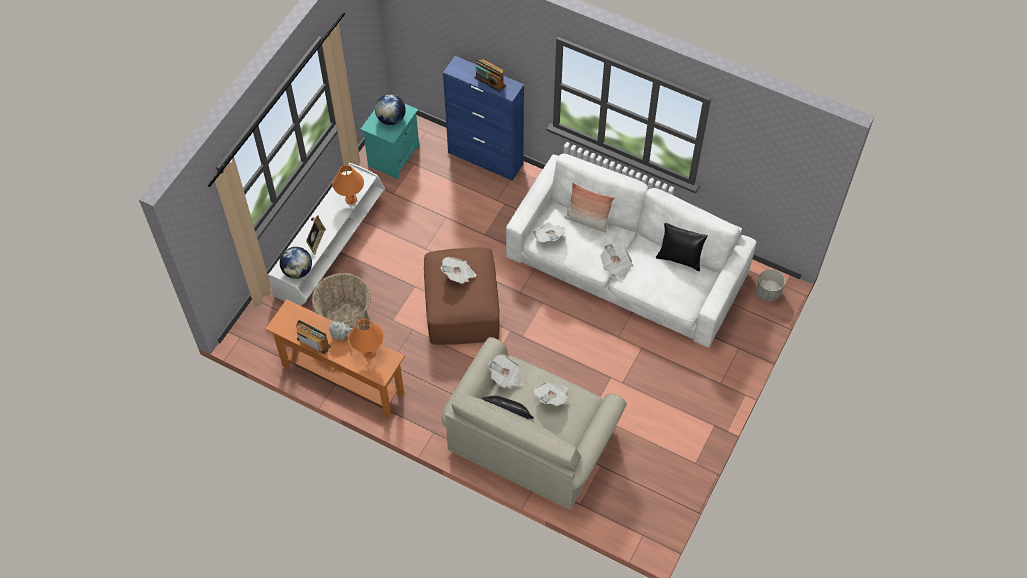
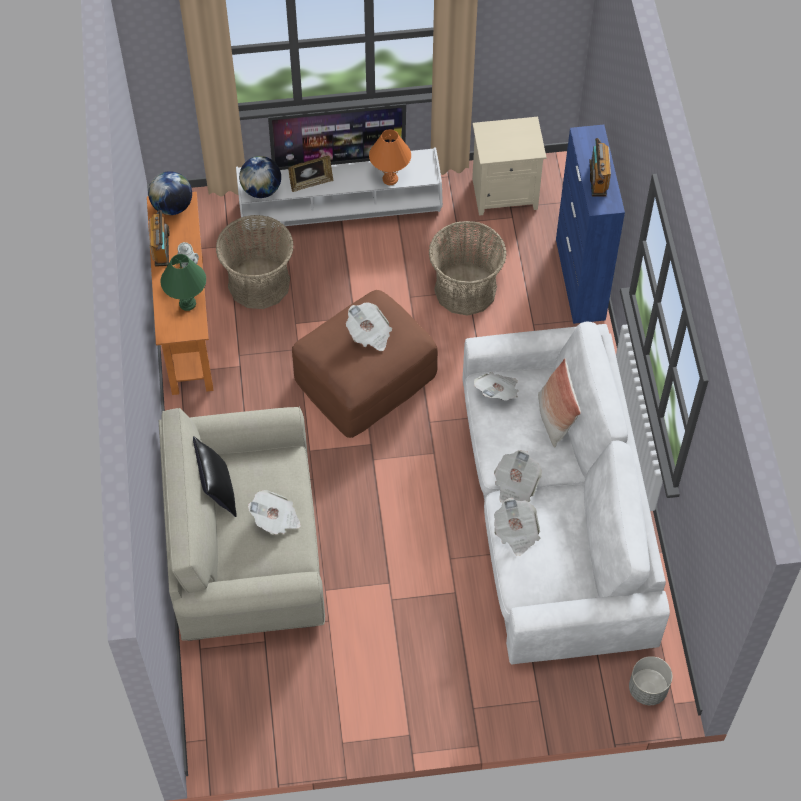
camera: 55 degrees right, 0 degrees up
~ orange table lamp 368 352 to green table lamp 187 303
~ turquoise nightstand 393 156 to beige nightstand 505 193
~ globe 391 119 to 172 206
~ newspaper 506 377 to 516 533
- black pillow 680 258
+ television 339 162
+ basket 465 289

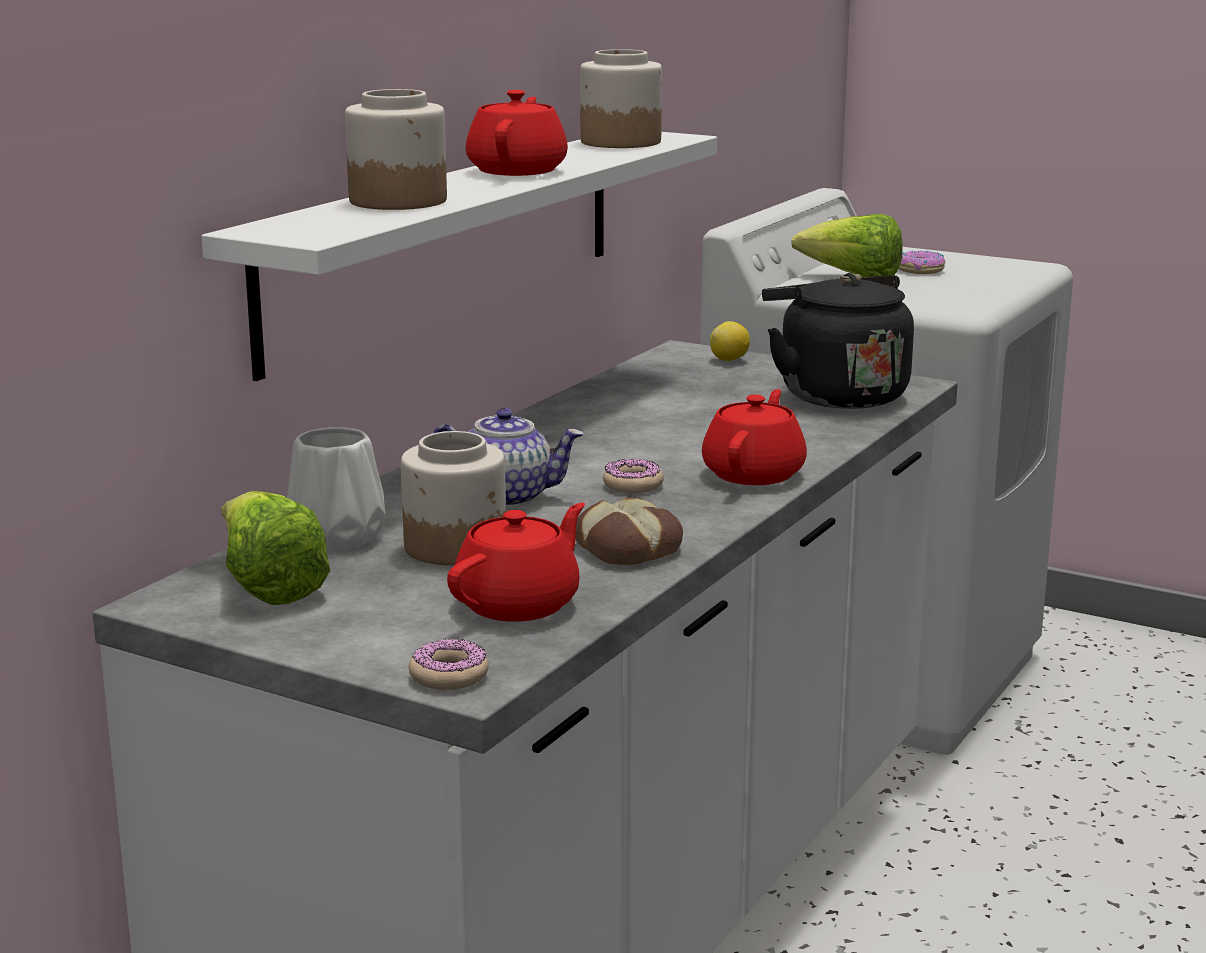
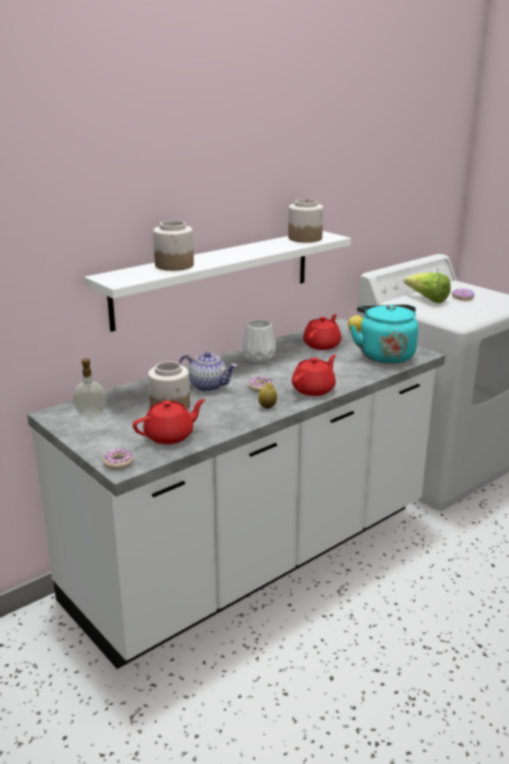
camera: 20 degrees right, 5 degrees up
~ lettuce 268 587 to soap dispenser 91 413
~ white vase 336 536 to 259 357
~ red teapot 518 170 to 322 345
- bread 629 547
~ black kettle 837 395 to turquoise kettle 385 355
+ lemon 267 407

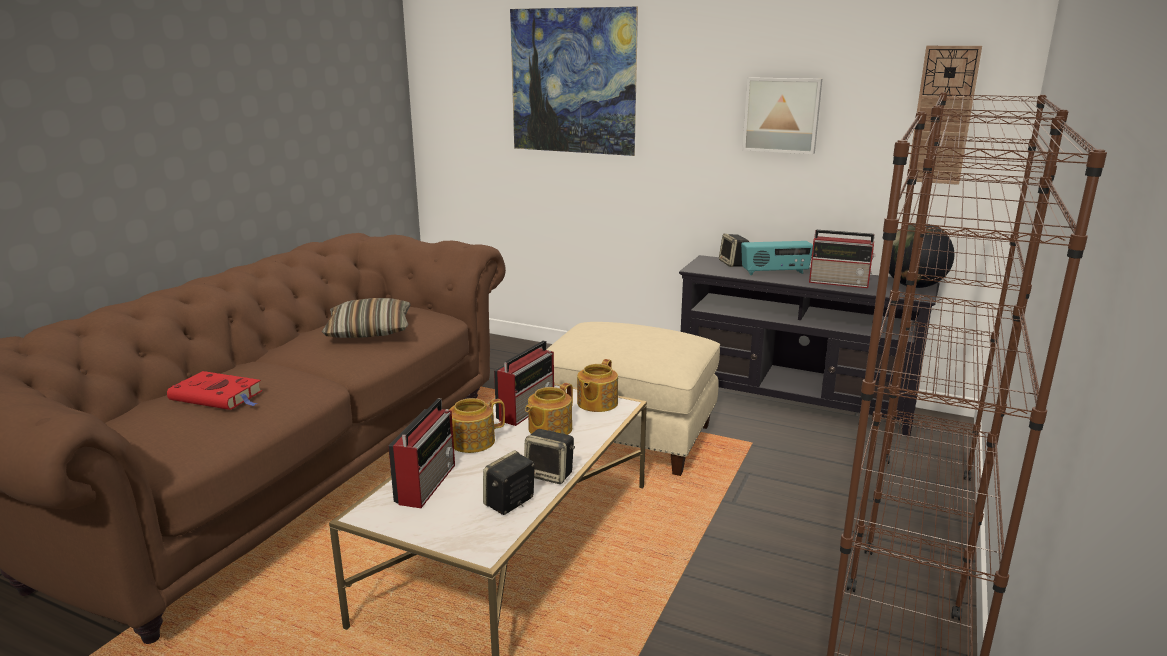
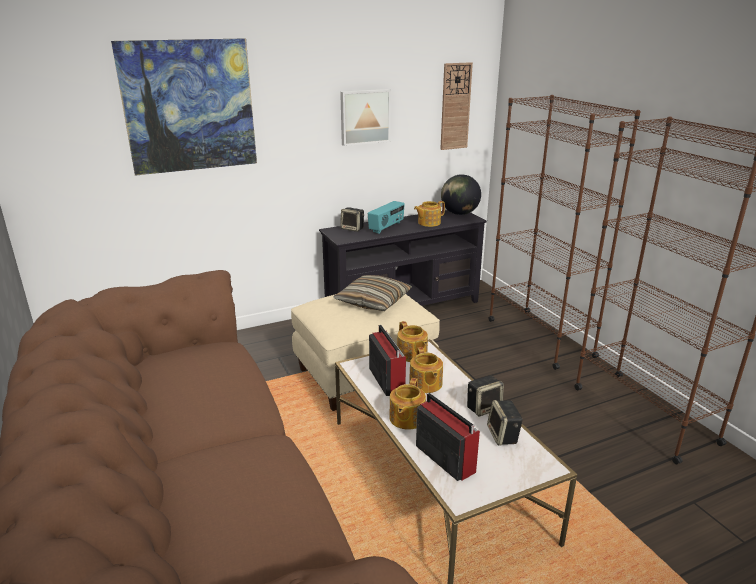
camera: 50 degrees left, 5 degrees up
- red book 219 396
~ pillow 369 331 to 373 301
~ radio 840 283 to teapot 428 223

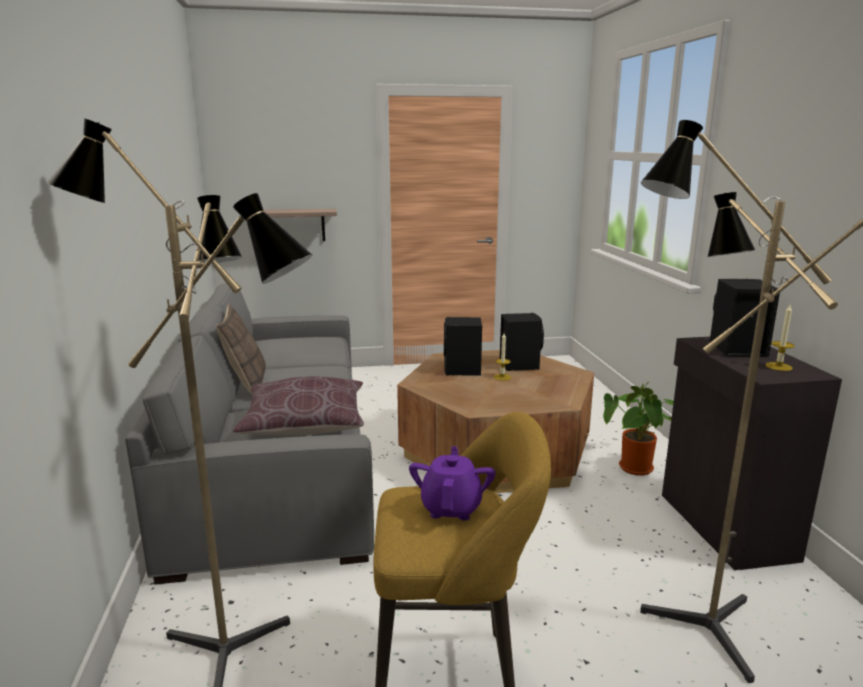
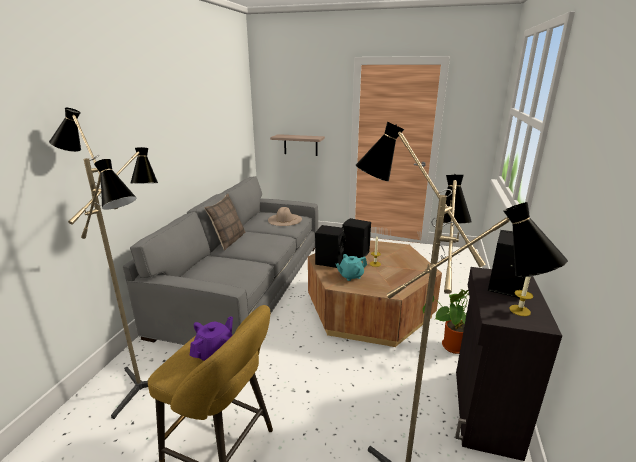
camera: 25 degrees right, 5 degrees up
- brown pillow 305 424
~ black speaker 519 365 to 330 261
+ beige hat 284 219
+ turquoise teapot 350 276

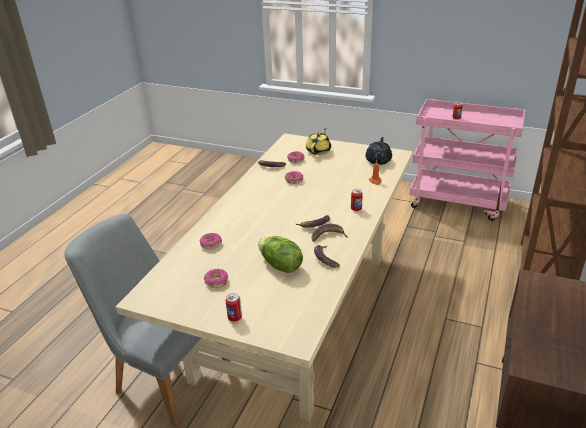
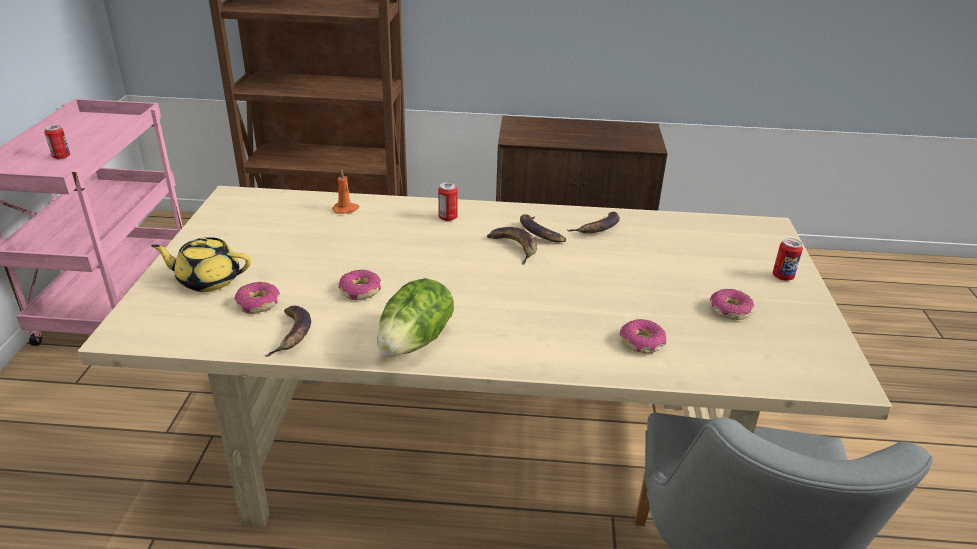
camera: 110 degrees left, 0 degrees up
~ lettuce 280 265 to 416 341
- black teapot 378 160

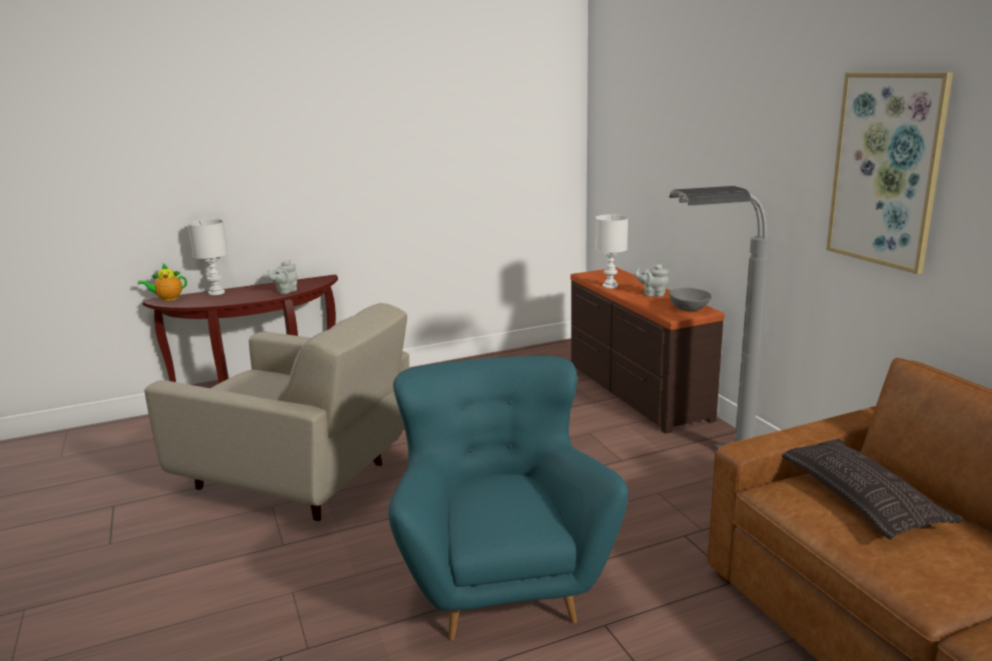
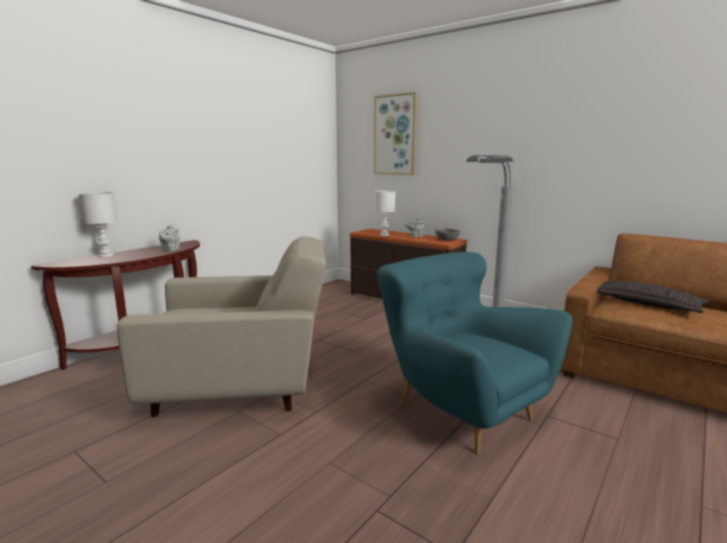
camera: 30 degrees left, 5 degrees down
- teapot 167 299
~ picture 886 170 to 395 135

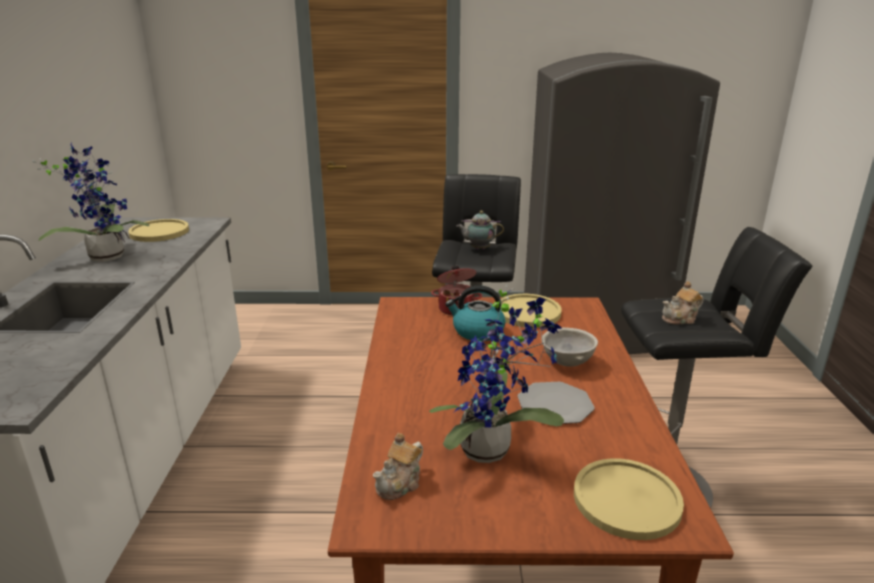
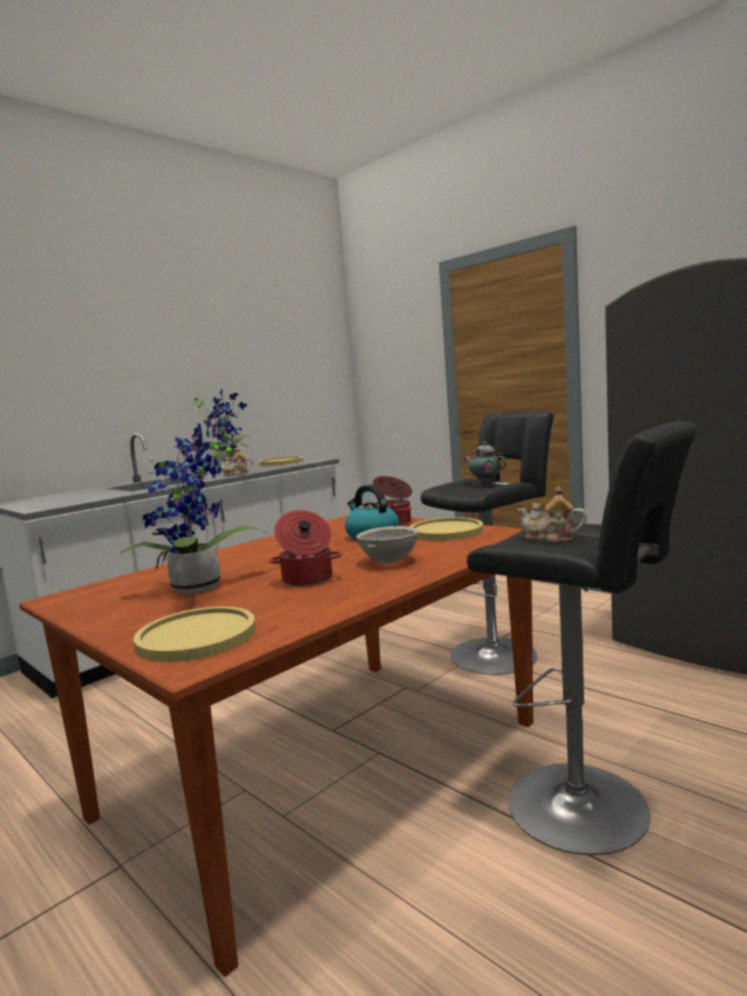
camera: 45 degrees right, 15 degrees down
~ teapot 400 484 to 236 474
~ plate 555 405 to cooking pot 307 580

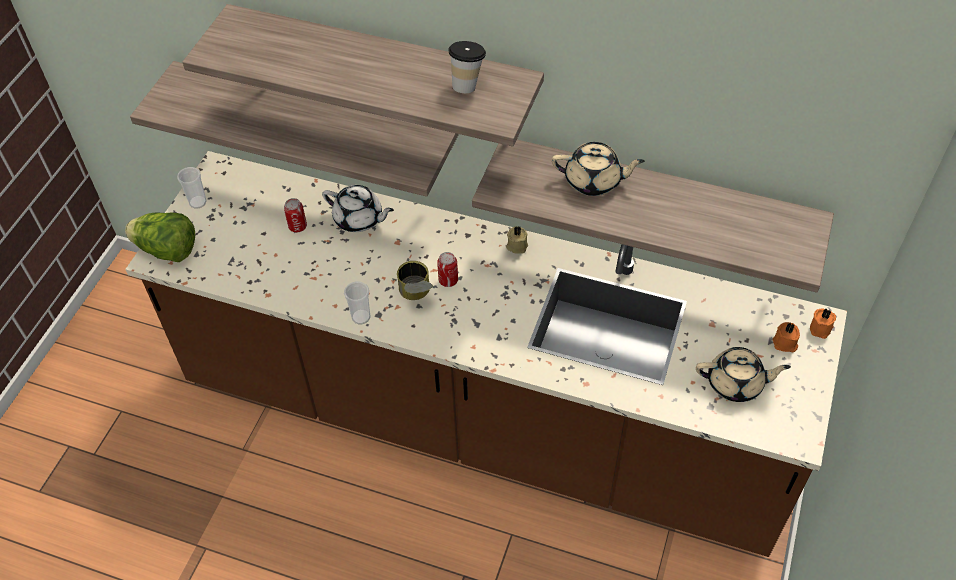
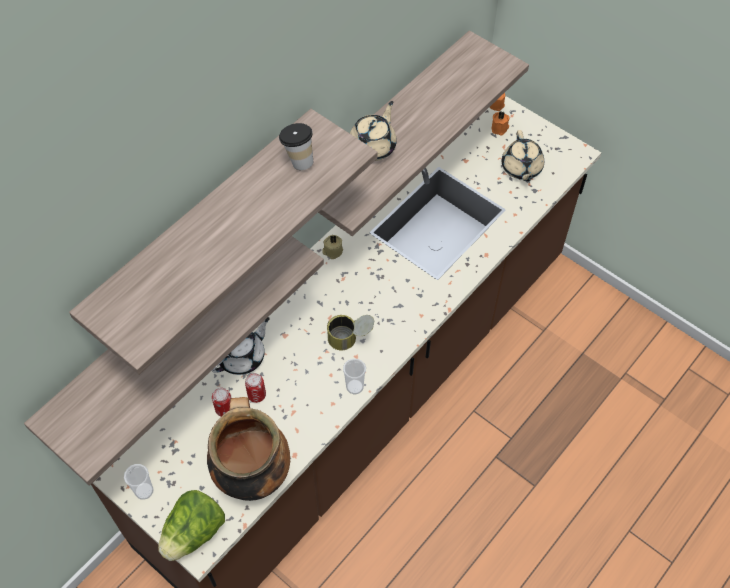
camera: 70 degrees left, 5 degrees up
~ can 448 280 to 257 395
~ beige teapot 736 383 = 521 168 150 degrees clockwise
+ cooking pot 252 473

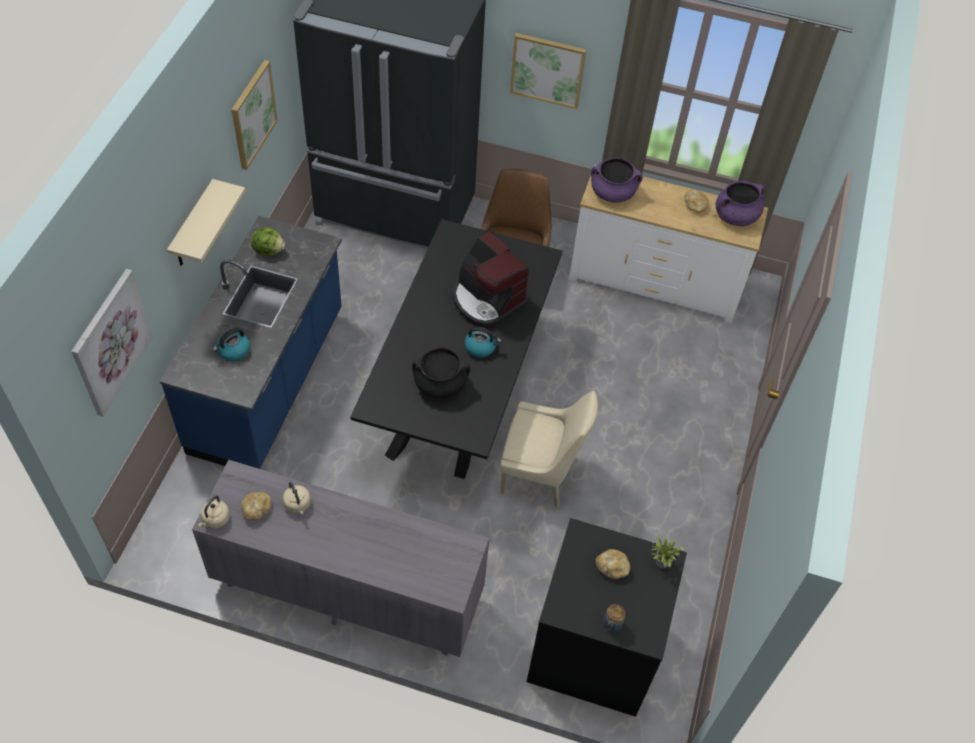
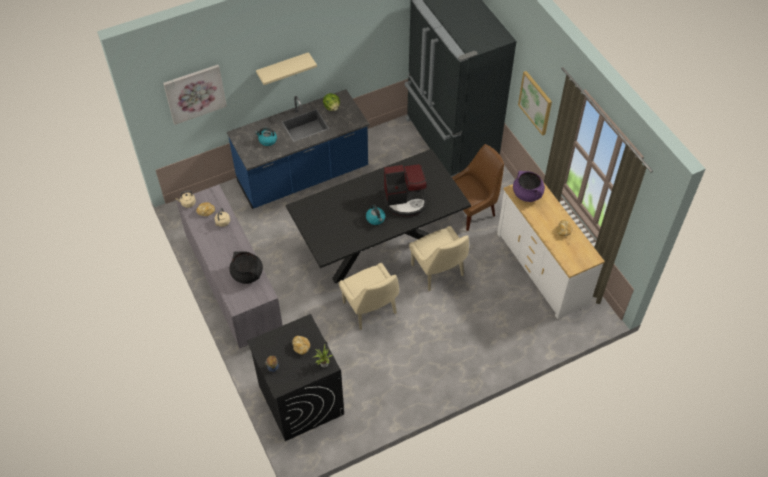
camera: 50 degrees right, 0 degrees up
- picture 253 114
~ black cooking pot 440 384 to 247 274
~ coffee machine 487 300 = 405 200 105 degrees counterclockwise
- purple cooking pot 735 217
+ beige chair 438 271

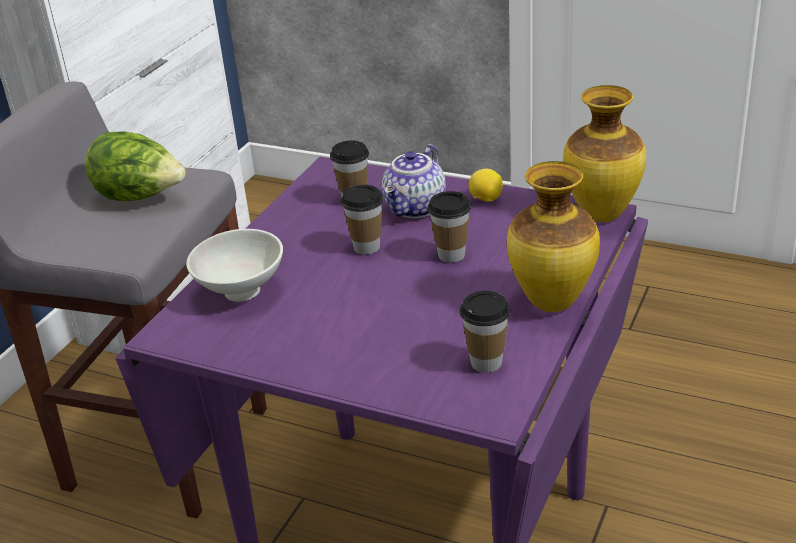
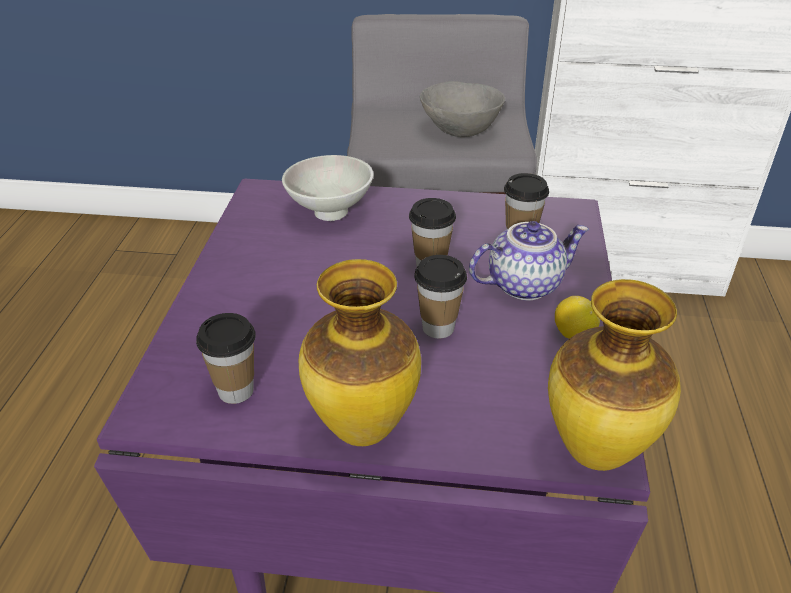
camera: 70 degrees right, 5 degrees up
~ lettuce 141 197 to grey bowl 461 129
~ teapot 416 208 = 524 284 150 degrees clockwise

